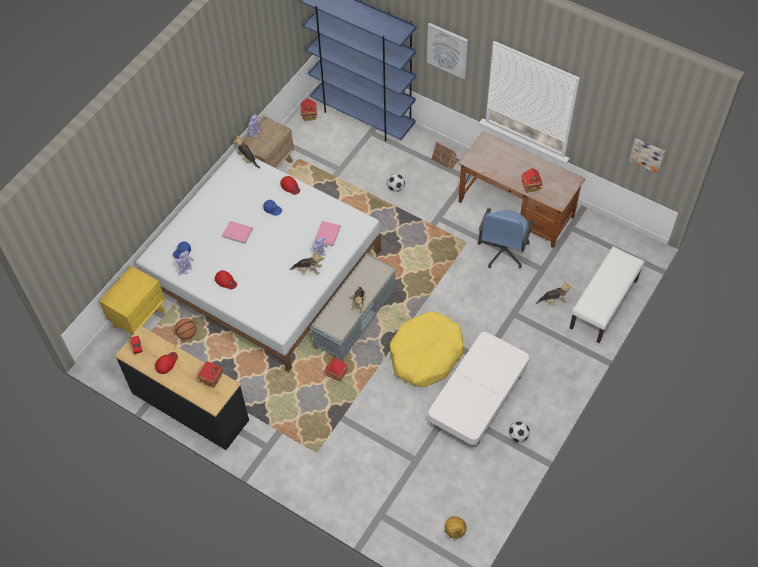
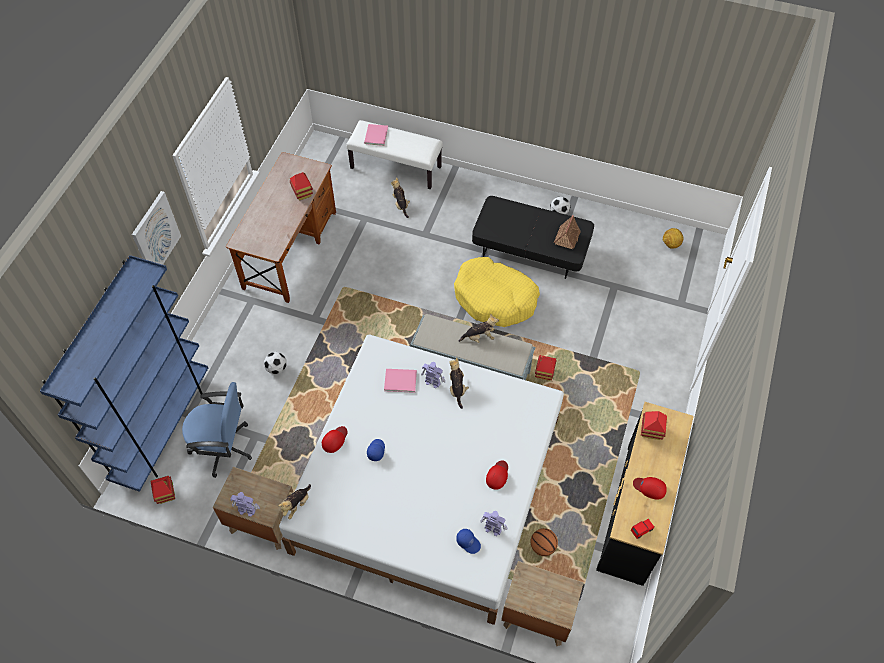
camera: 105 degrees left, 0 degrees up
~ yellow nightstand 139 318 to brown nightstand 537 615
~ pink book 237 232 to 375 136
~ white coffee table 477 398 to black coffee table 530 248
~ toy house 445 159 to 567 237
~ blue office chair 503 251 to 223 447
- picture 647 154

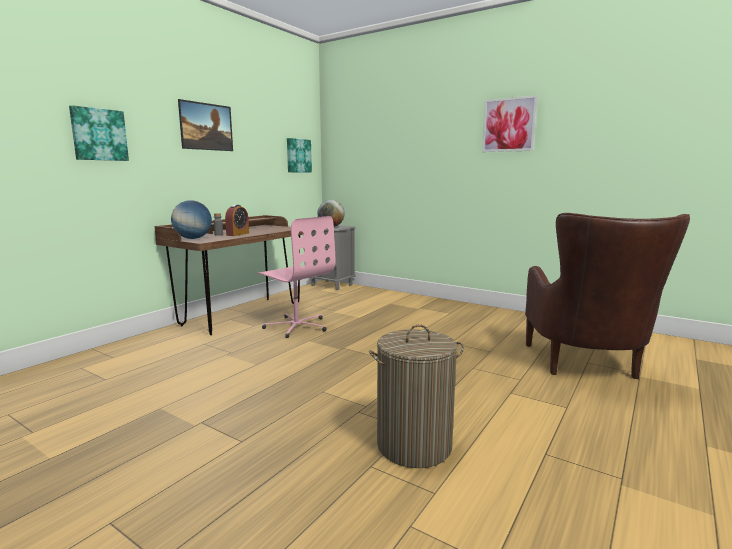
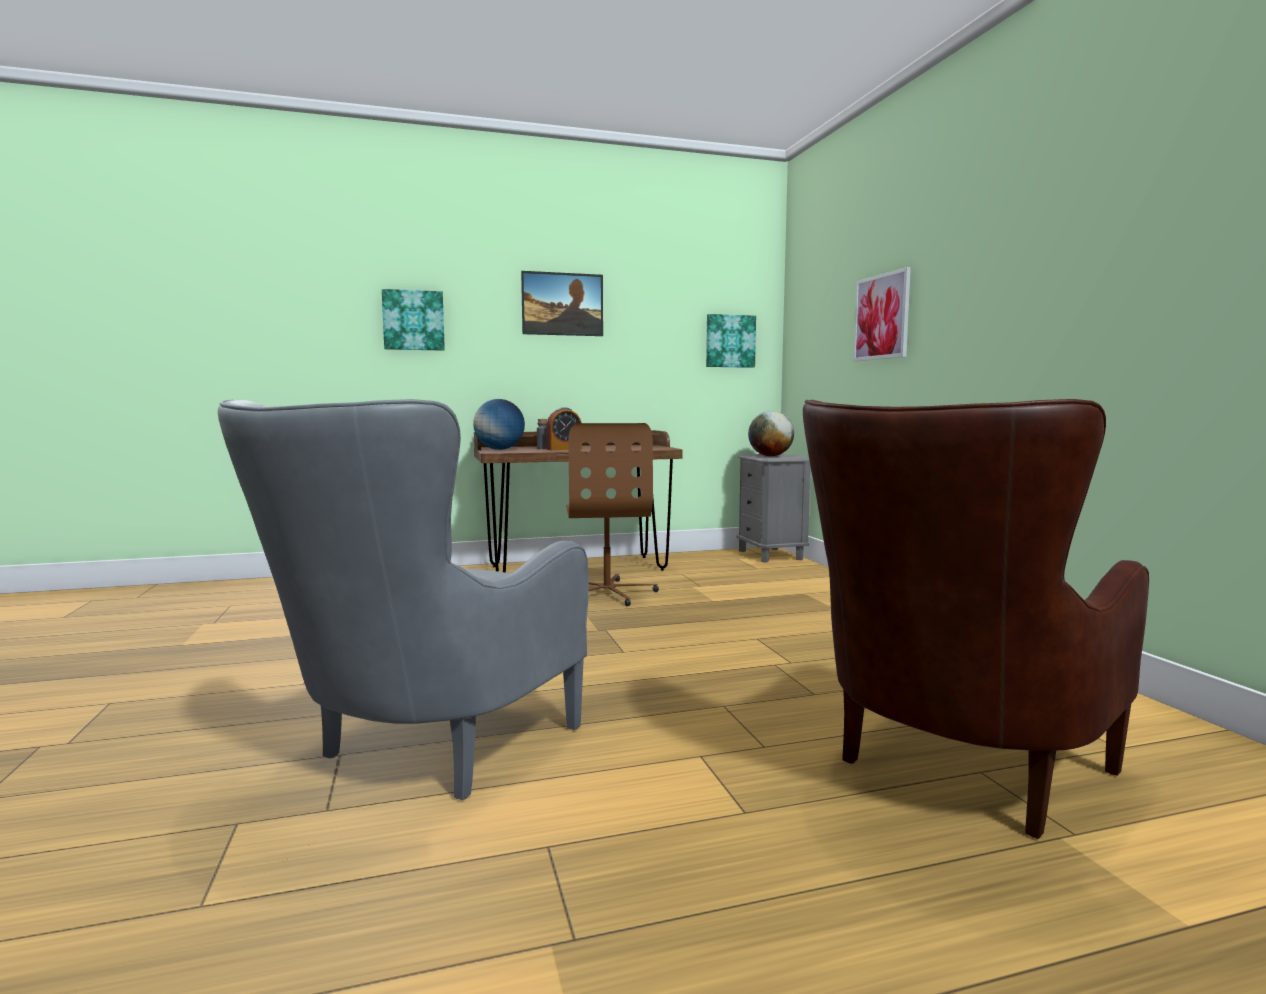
camera: 40 degrees right, 5 degrees down
~ pink office chair 297 326 to brown office chair 608 593
~ laundry basket 414 445 to grey armchair 424 756
~ picture 509 125 to 881 317

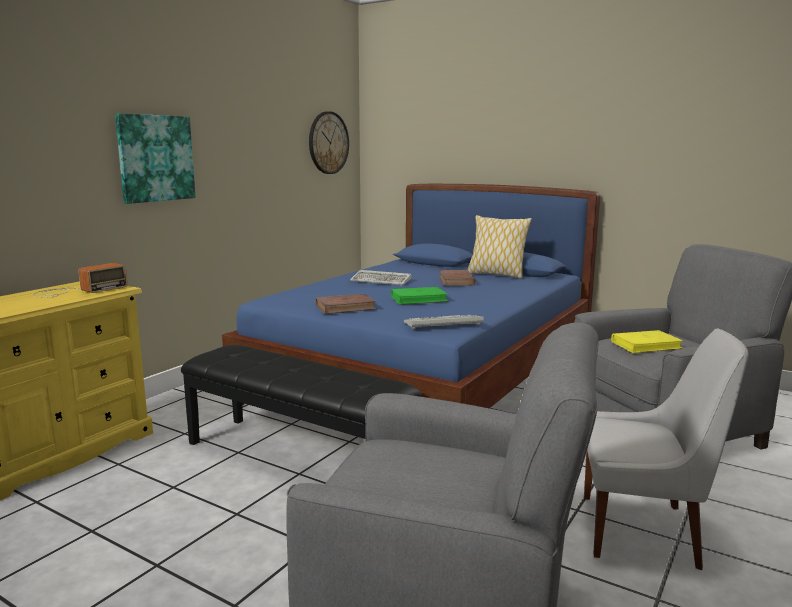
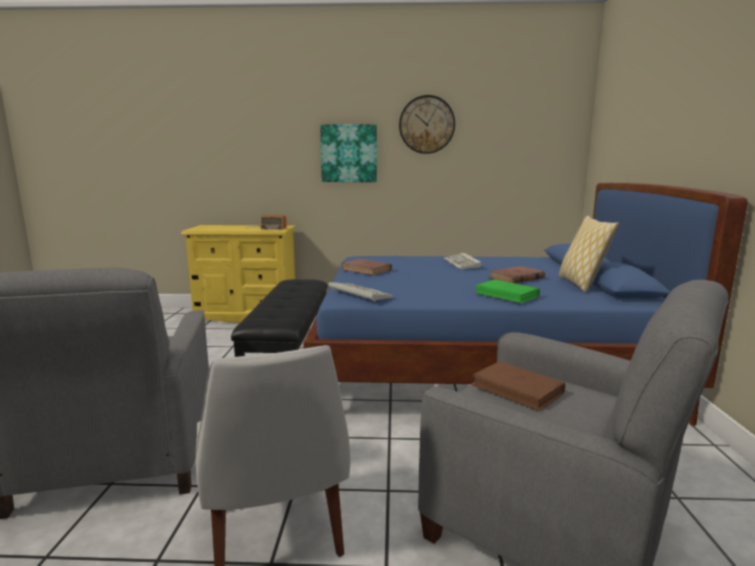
camera: 60 degrees right, 0 degrees up
~ wall clock 328 143 to 426 125
~ green book 419 299 to 507 294
~ yellow book 646 345 to brown book 518 389

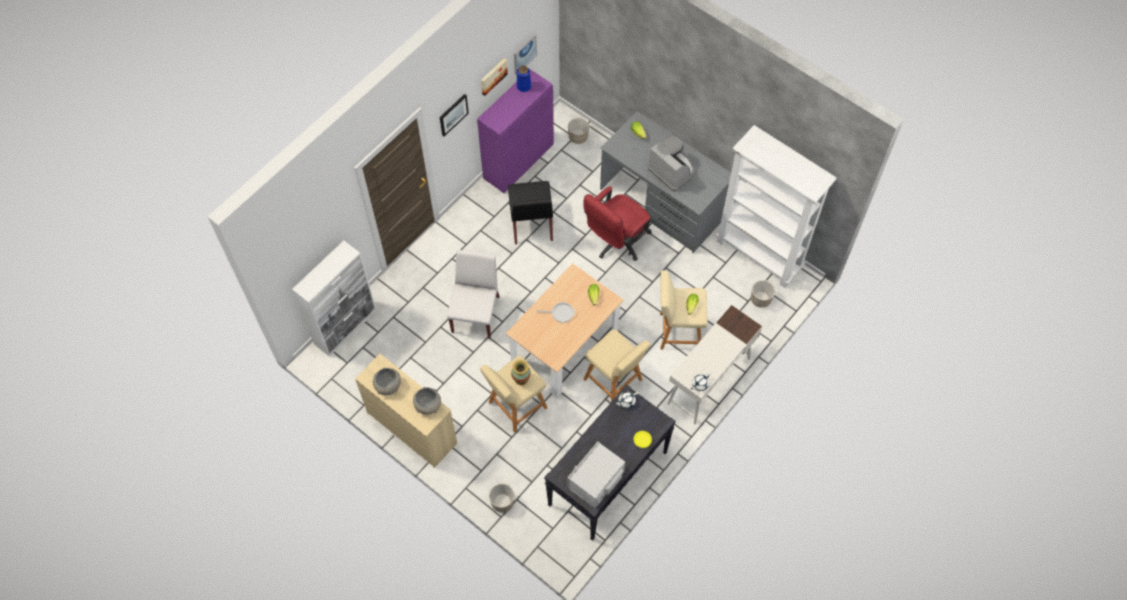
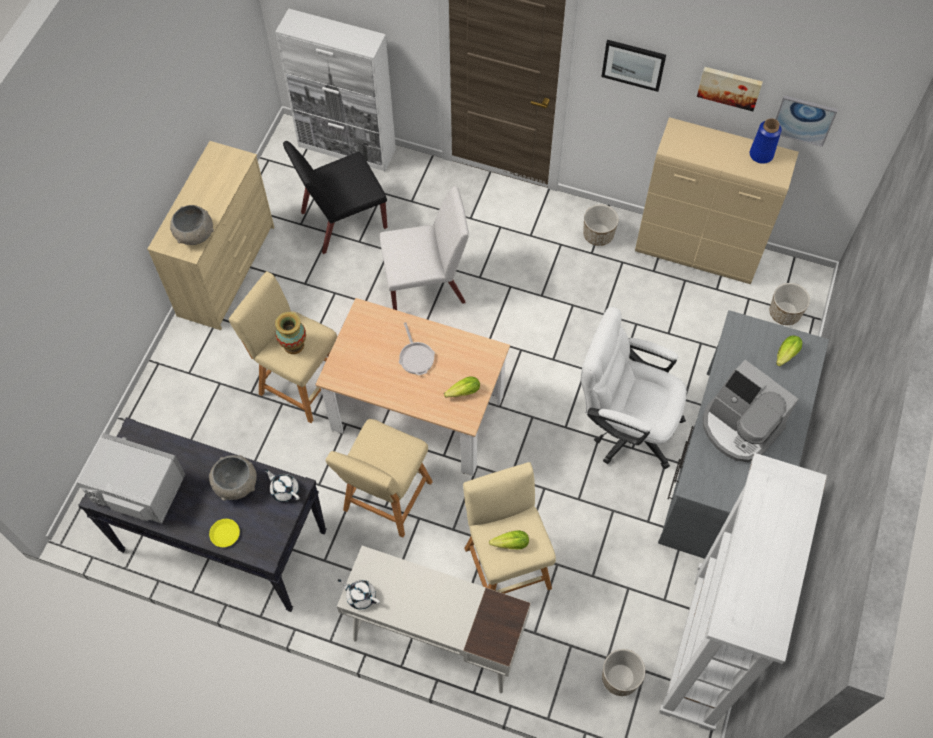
camera: 70 degrees right, 0 degrees up
~ grey bowl 388 386 to 236 484
~ purple cabinet 519 162 to beige cabinet 698 252
~ planter 502 502 to 598 235
~ black chair 531 223 to 342 221
~ red office chair 616 242 to white office chair 624 425
~ coffee machine 672 171 = 740 427 105 degrees clockwise

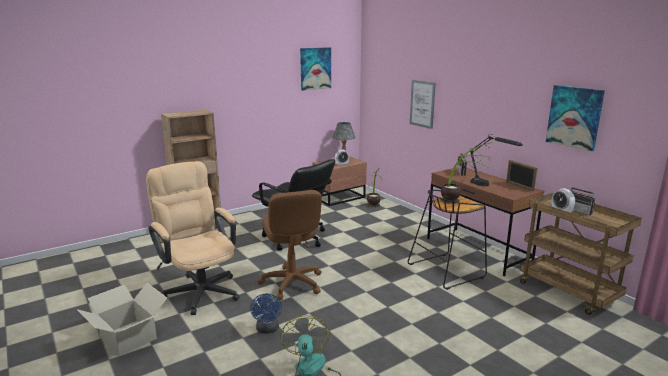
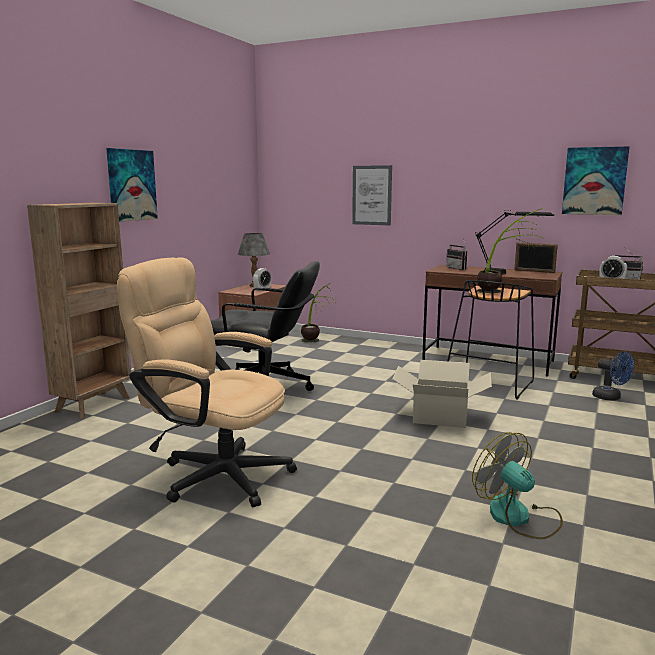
camera: 30 degrees left, 5 degrees down
~ cardboard box 129 337 to 440 416
~ blue fan 267 330 to 610 397
- brown office chair 292 283
~ picture 315 68 to 131 185

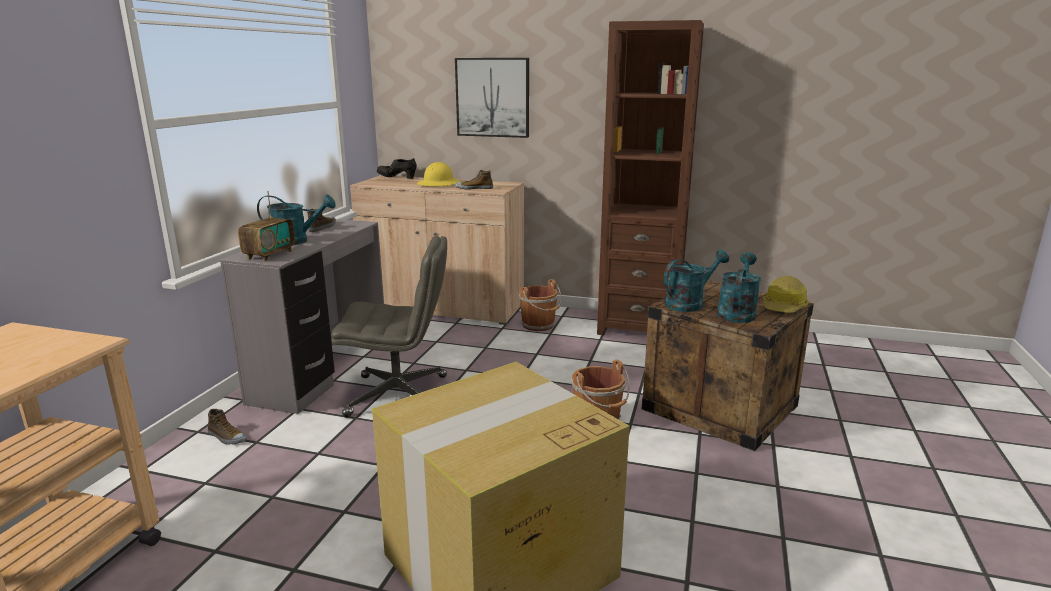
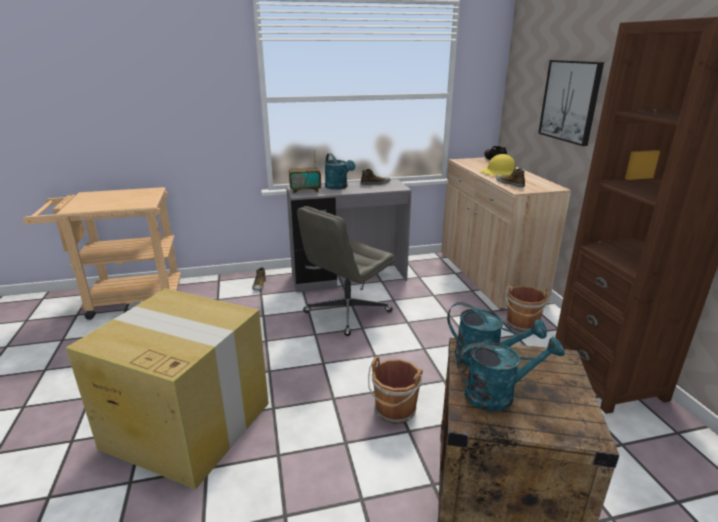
camera: 60 degrees right, 5 degrees up
~ grey office chair 399 395 = 347 312 75 degrees clockwise
- hard hat 784 308

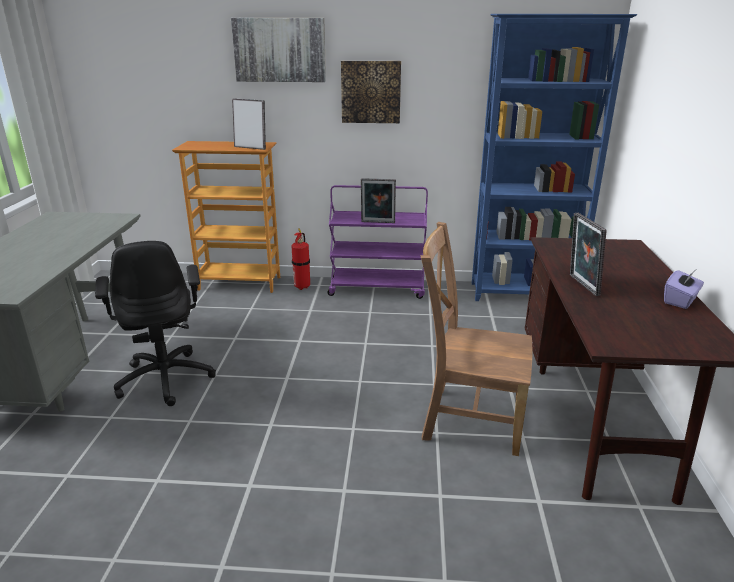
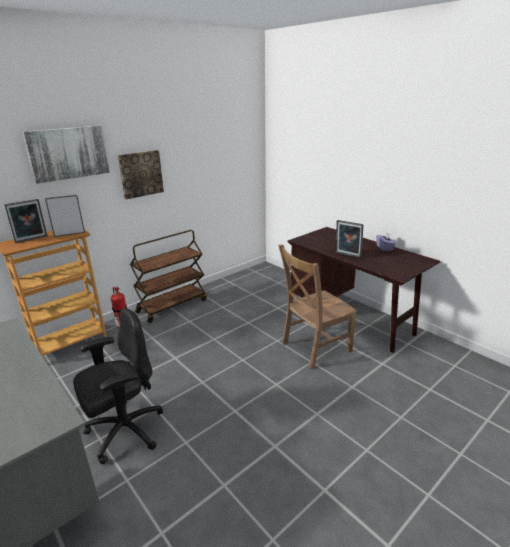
camera: 45 degrees left, 0 degrees up
~ black office chair 166 378 = 124 431 60 degrees counterclockwise
~ purple cart 378 288 to brown cart 172 306
~ picture frame 378 222 to 31 239
- blue bookcase 524 294

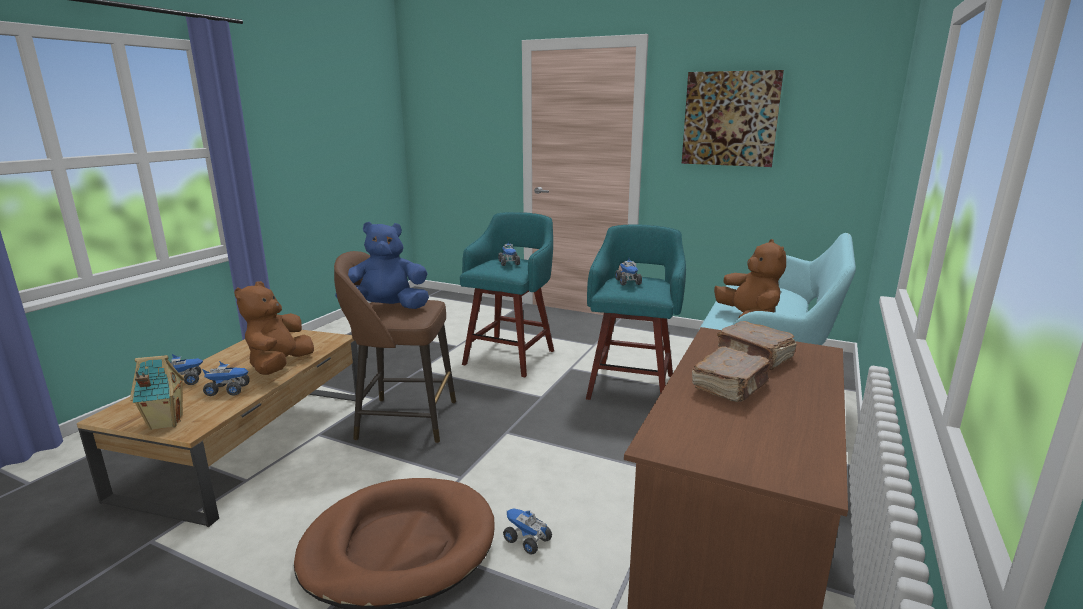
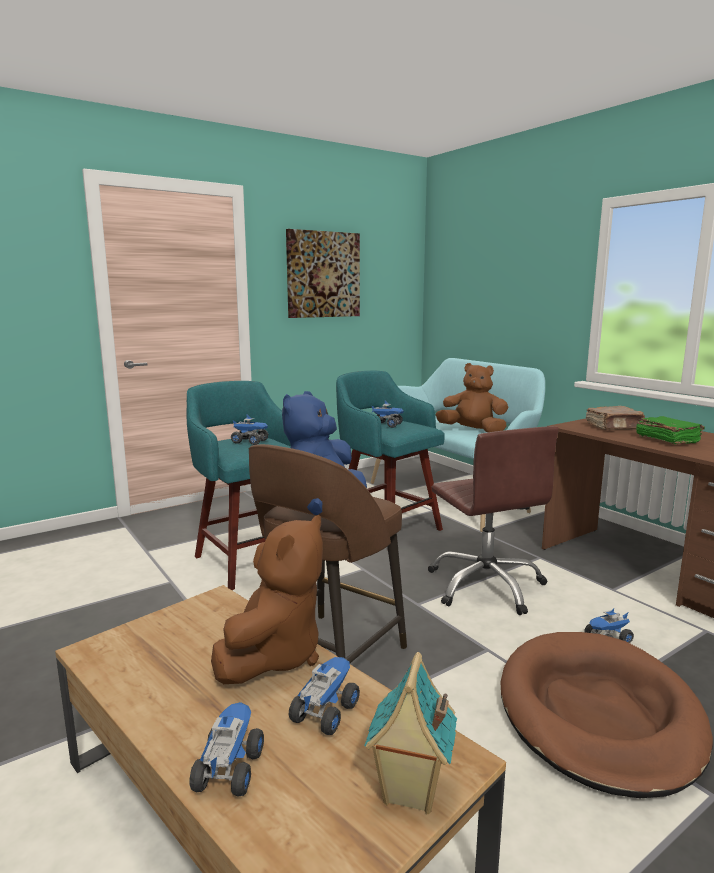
camera: 60 degrees left, 5 degrees down
~ brown plush toy 280 366 = 274 655 105 degrees counterclockwise
~ brown book 730 387 to green book 667 440
+ brown office chair 486 585

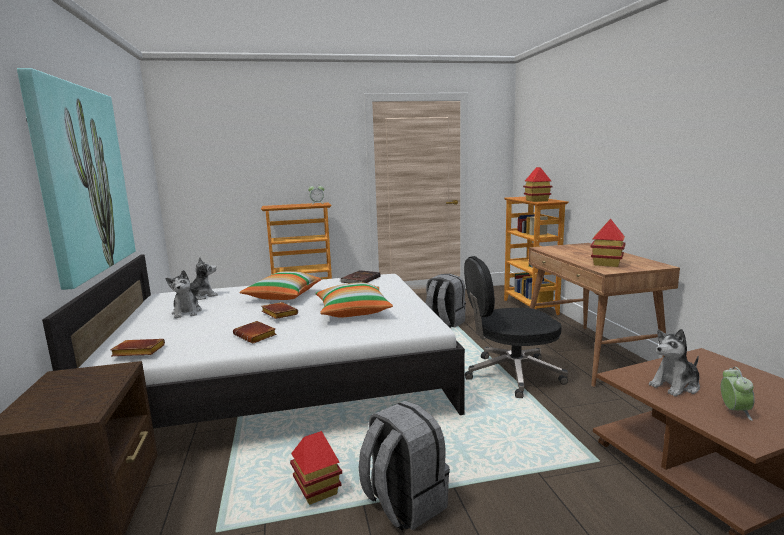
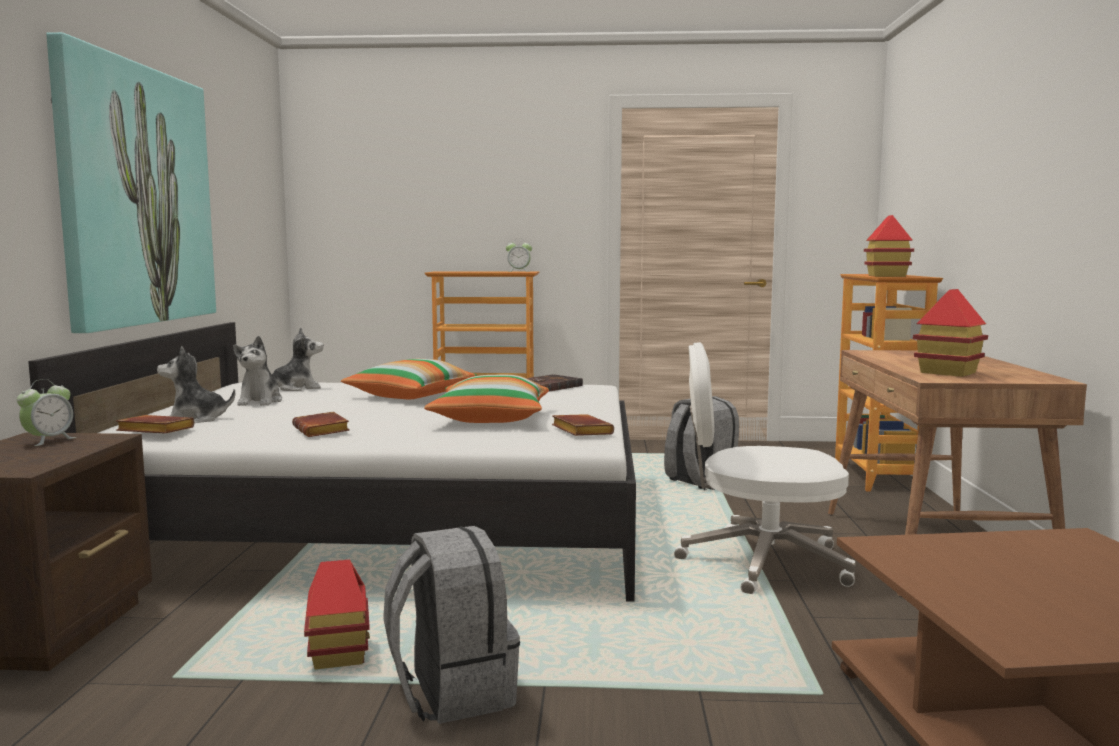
camera: 15 degrees right, 5 degrees down
~ brown book 278 314 to 579 431
~ black office chair 511 375 to white office chair 761 563
~ plush toy 675 386 to 195 420
~ alarm clock 734 411 to 49 440

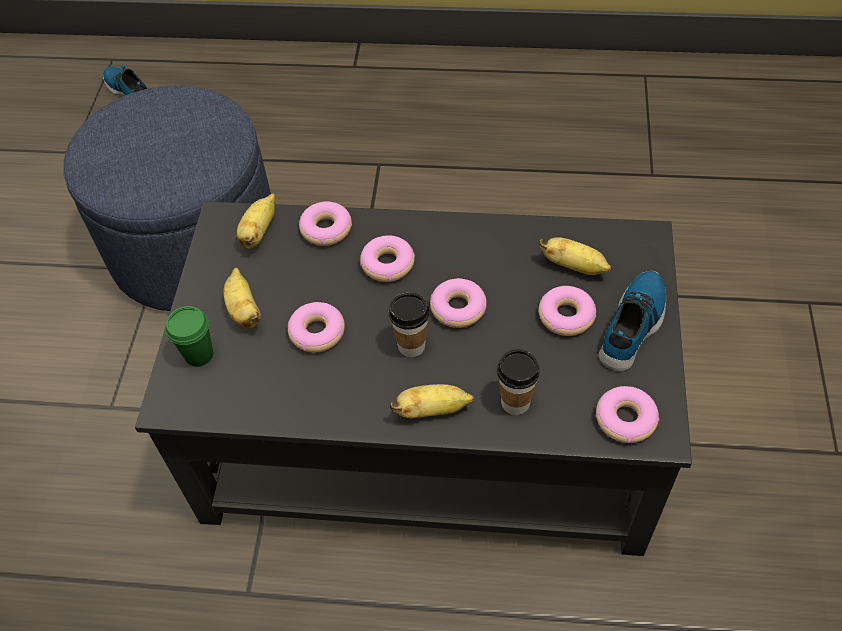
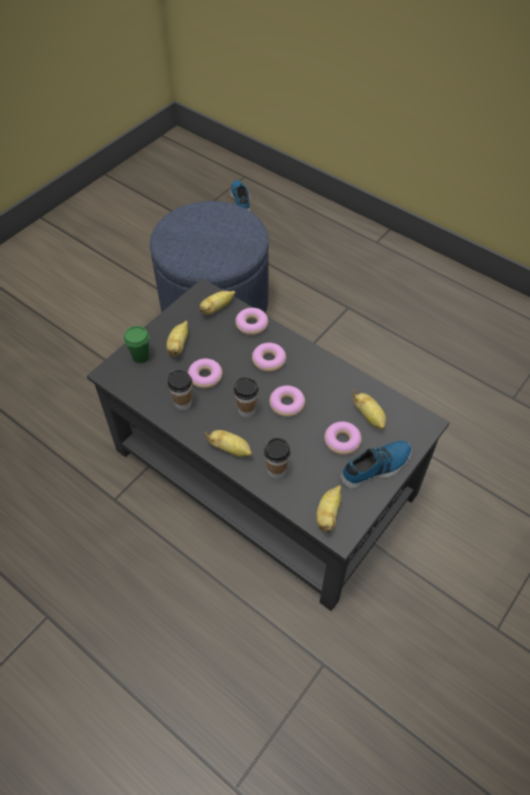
camera: 30 degrees right, 0 degrees up
~ donut 625 419 to banana 328 514
+ cup 183 403

